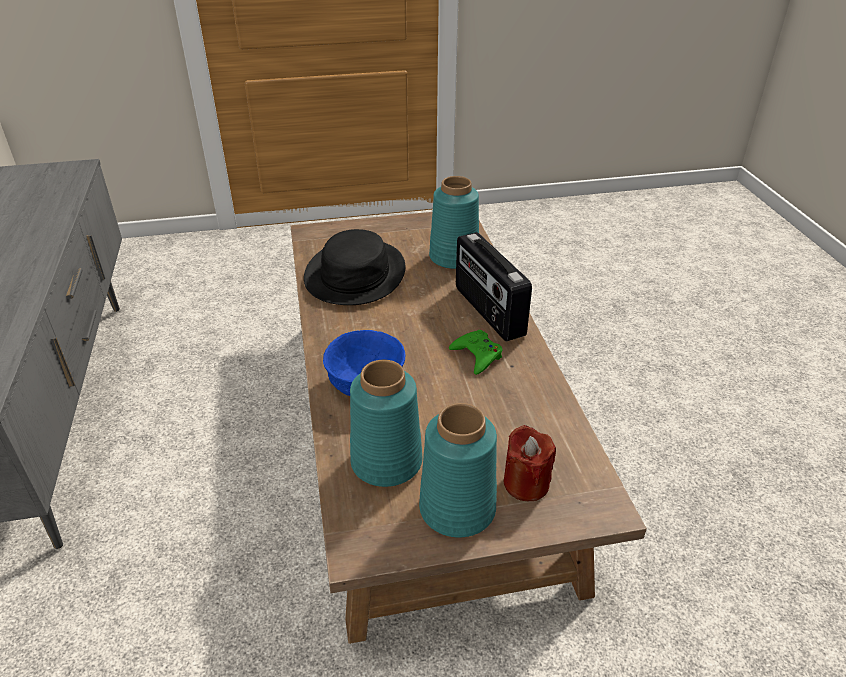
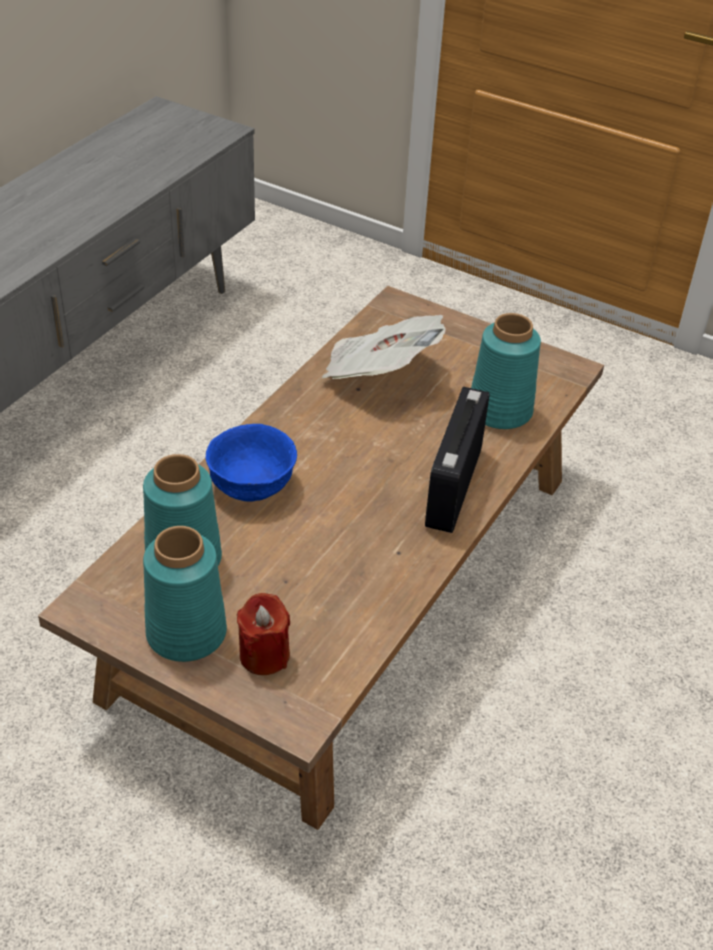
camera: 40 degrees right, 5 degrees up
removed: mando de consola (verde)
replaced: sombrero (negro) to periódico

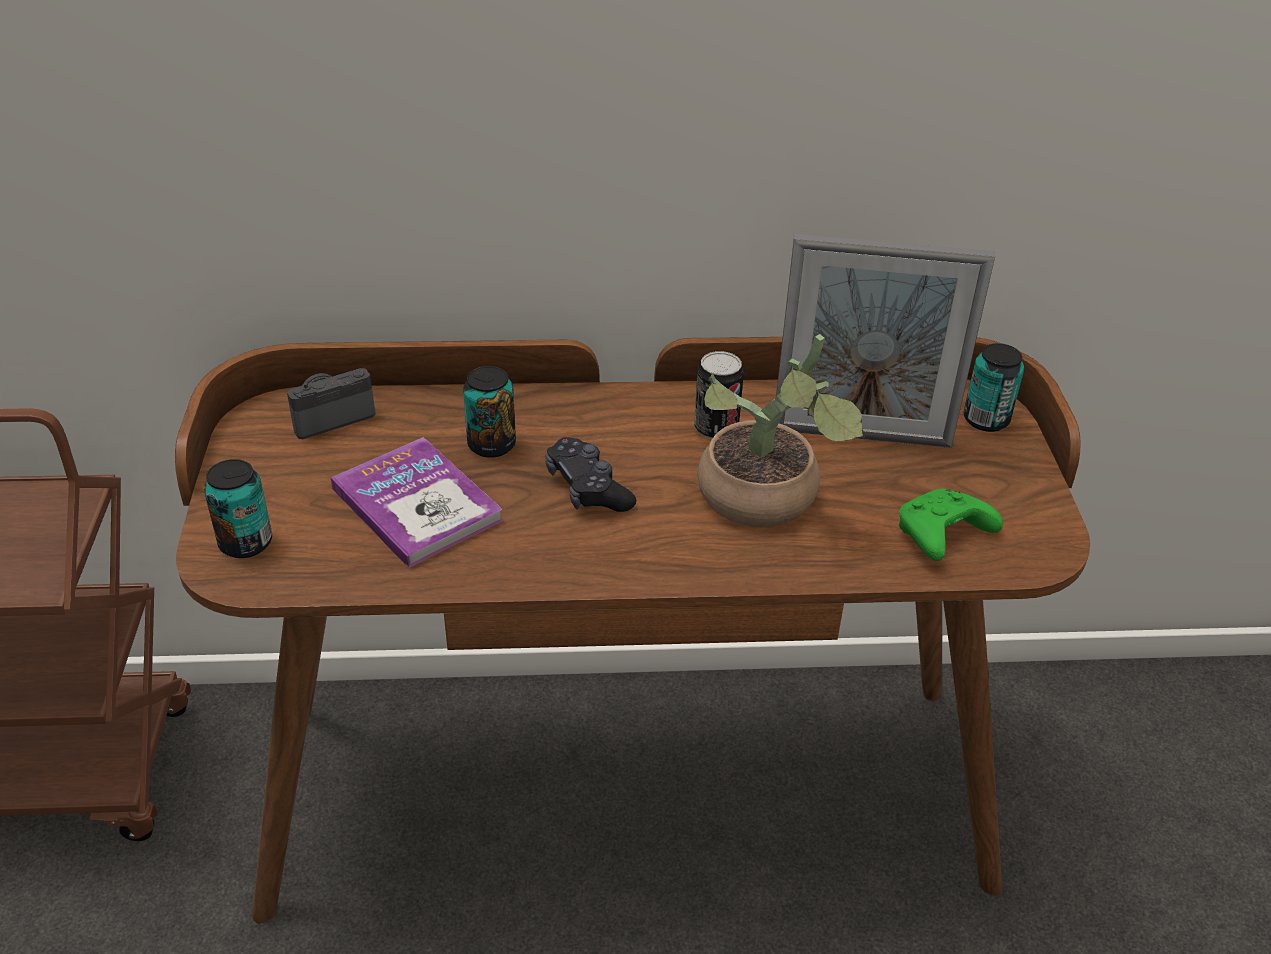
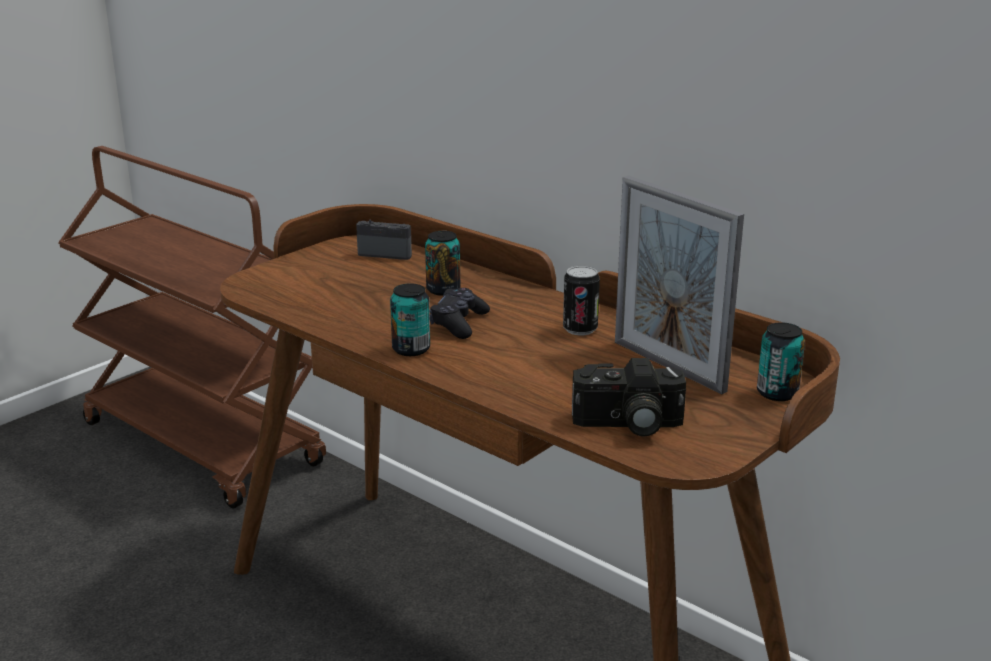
camera: 45 degrees right, 15 degrees down
removed: libro; planta en maceta
moved: lata (1st from left)
replaced: mando de consola (verde) to cámara (2nd from left)

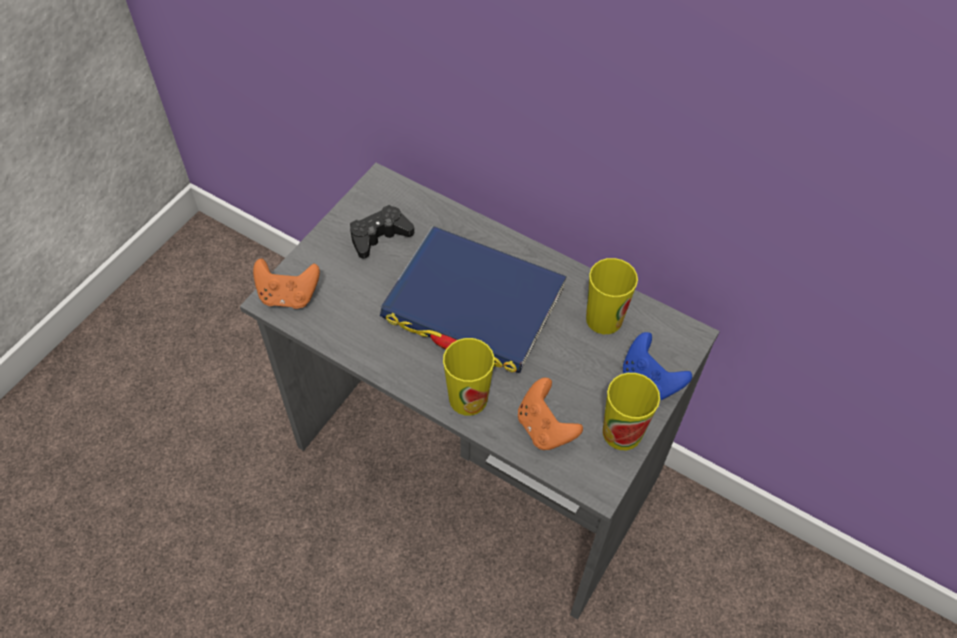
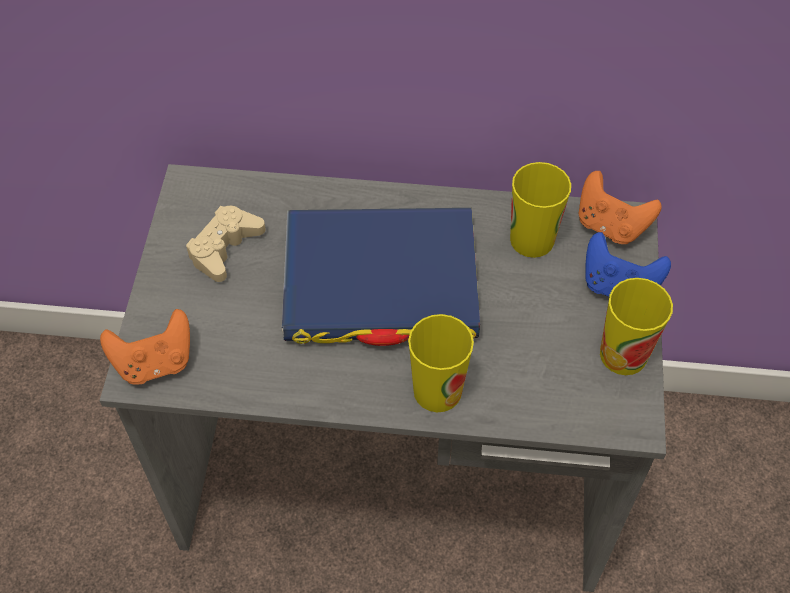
camera: 25 degrees left, 0 degrees up
moved: mando de consola (naranja) (2nd from left)
recoloured: mando de consola (negro) to mando de consola (beis)

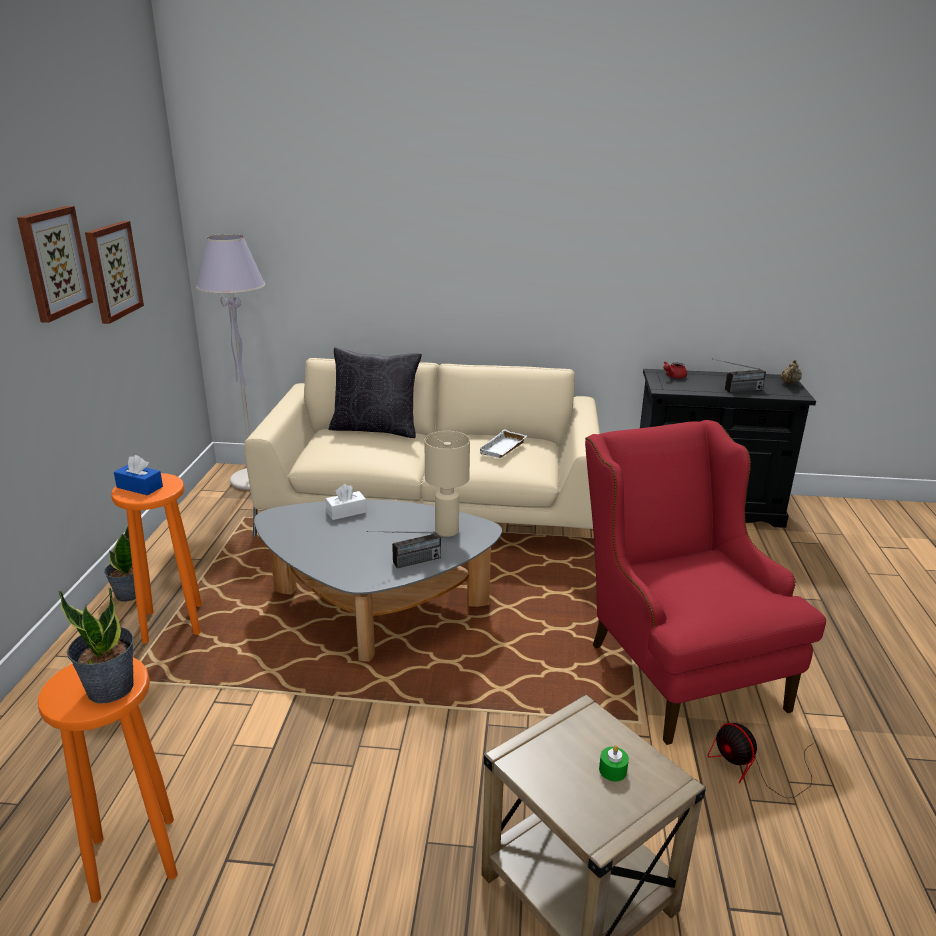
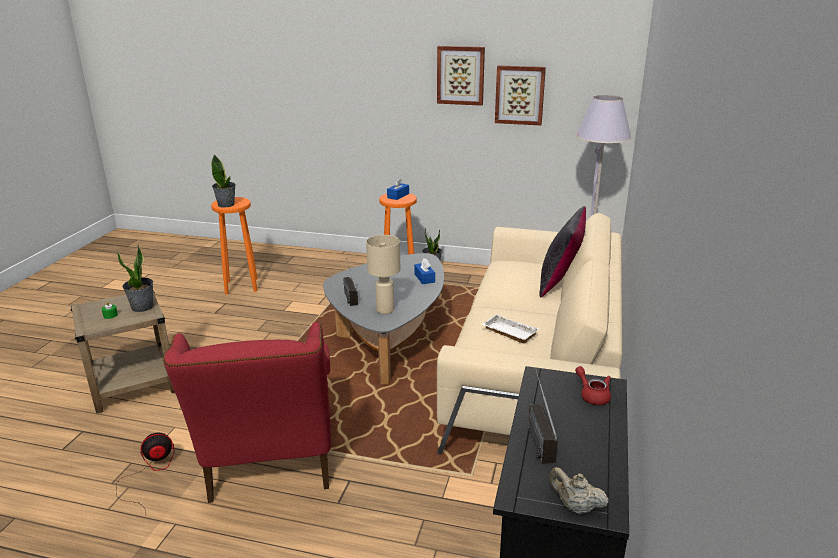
camera: 100 degrees right, 0 degrees up
added: planta en maceta (1st from left)
recoloured: caja de pañuelos (blanco) to caja de pañuelos (azul) (2nd from left)
turned: sillón (rojo) 90 degrees clockwise

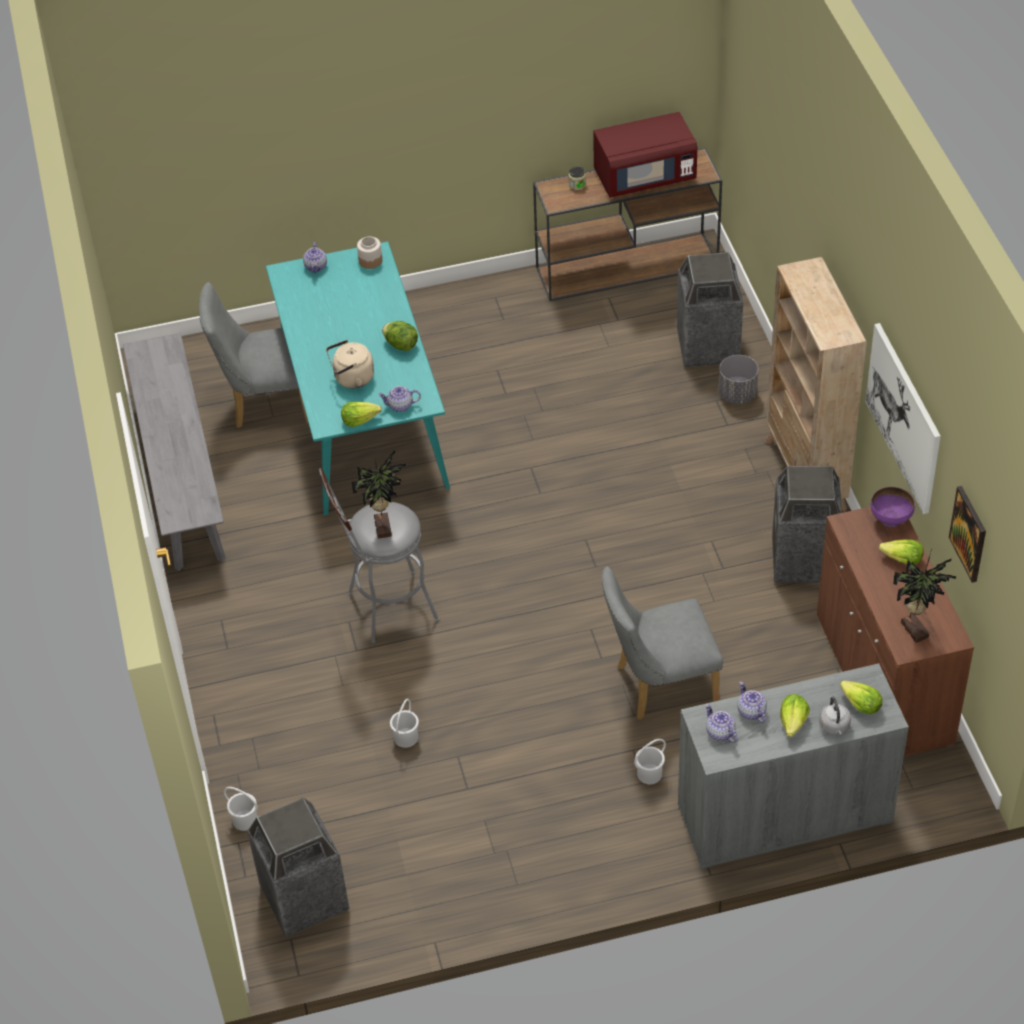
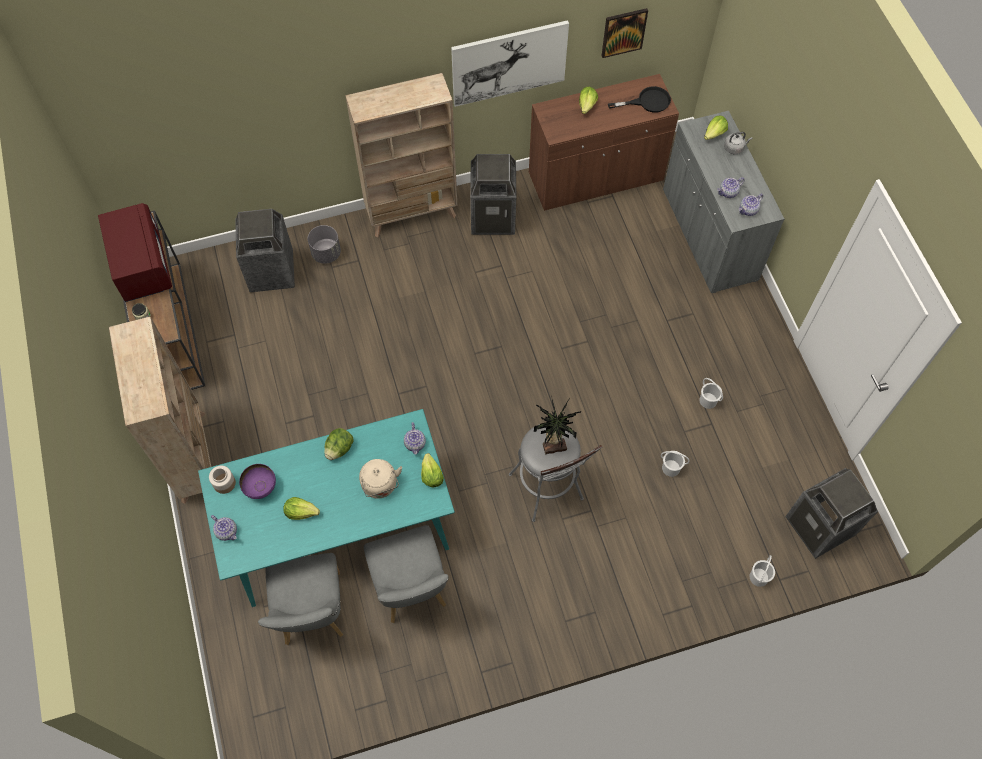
camera: 95 degrees left, 15 degrees up
removed: banco (gris)
added: estantería (beis) (1st from left)
moved: silla (gris) (2nd from left); cubo (blanco) (3rd from left in the first image) to cubo (blanco) (2nd from left); lechuga (3rd from left in the first image) to lechuga (1st from left); cuenco (morado)
replaced: planta en maceta (2nd from left) to sartén (negro)
turned: tetera (1st from left) 45 degrees clockwise

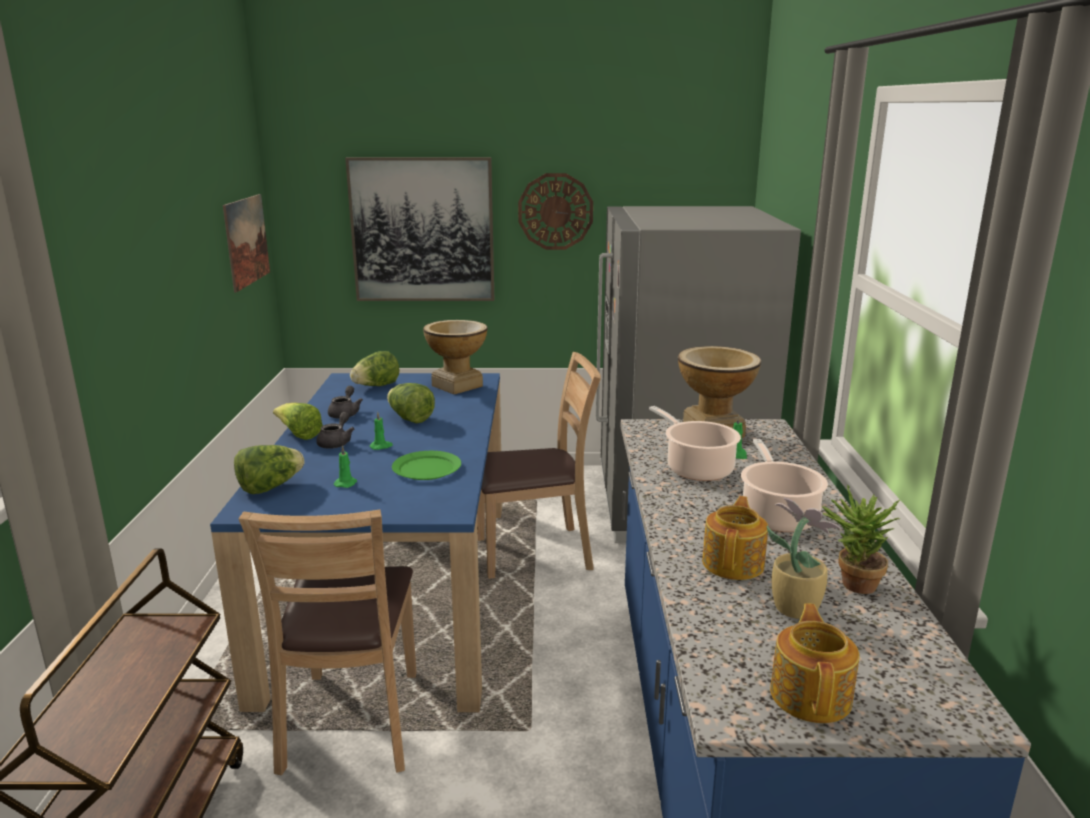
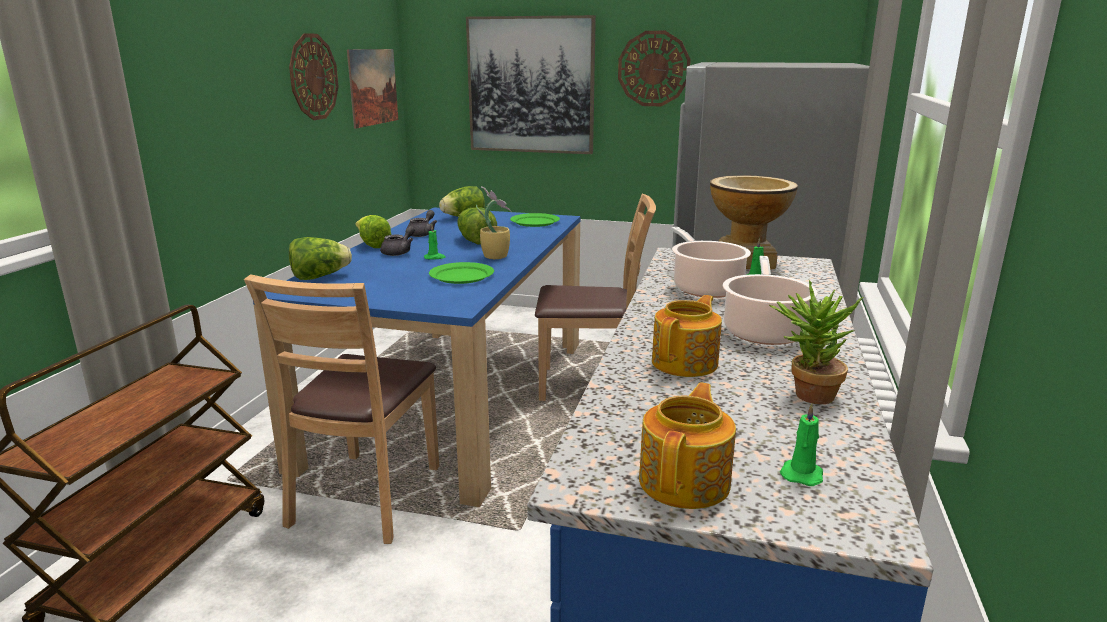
camera: 15 degrees right, 0 degrees up
added: reloj de pared (1st from left)
moved: vela (verde) (1st from left in the first image) to vela (verde) (3rd from left); planta en maceta (1st from left)
replaced: florero (1st from left) to plato (verde) (2nd from left)

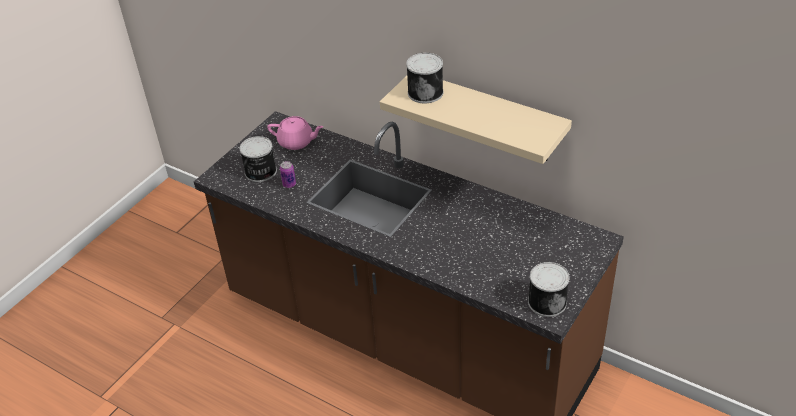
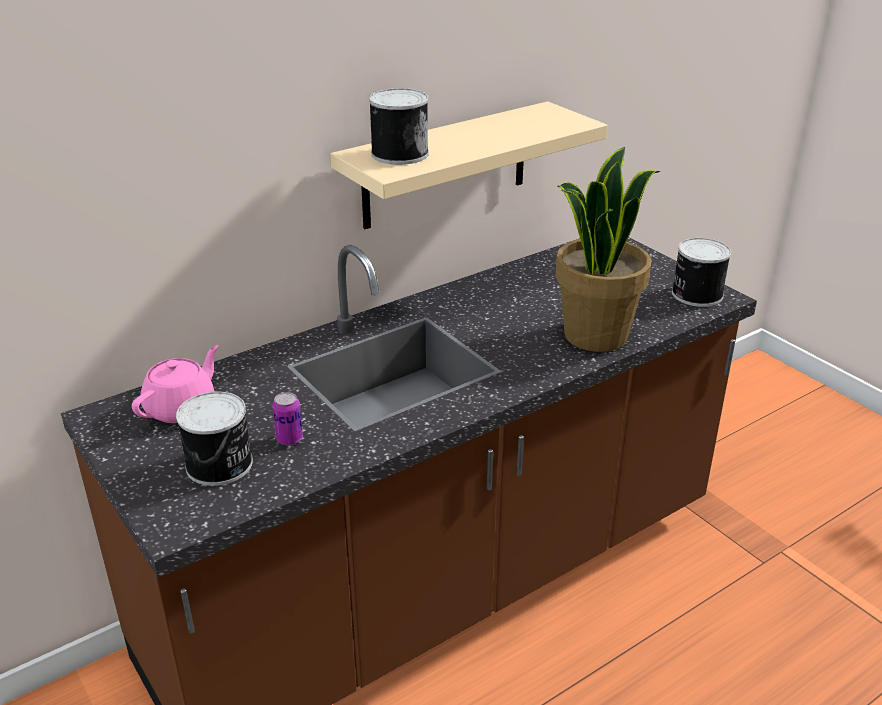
camera: 70 degrees left, 10 degrees down
added: planta en maceta

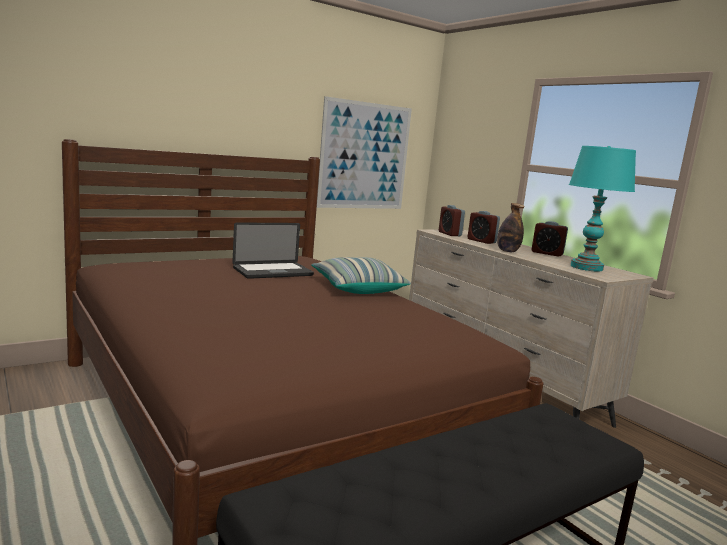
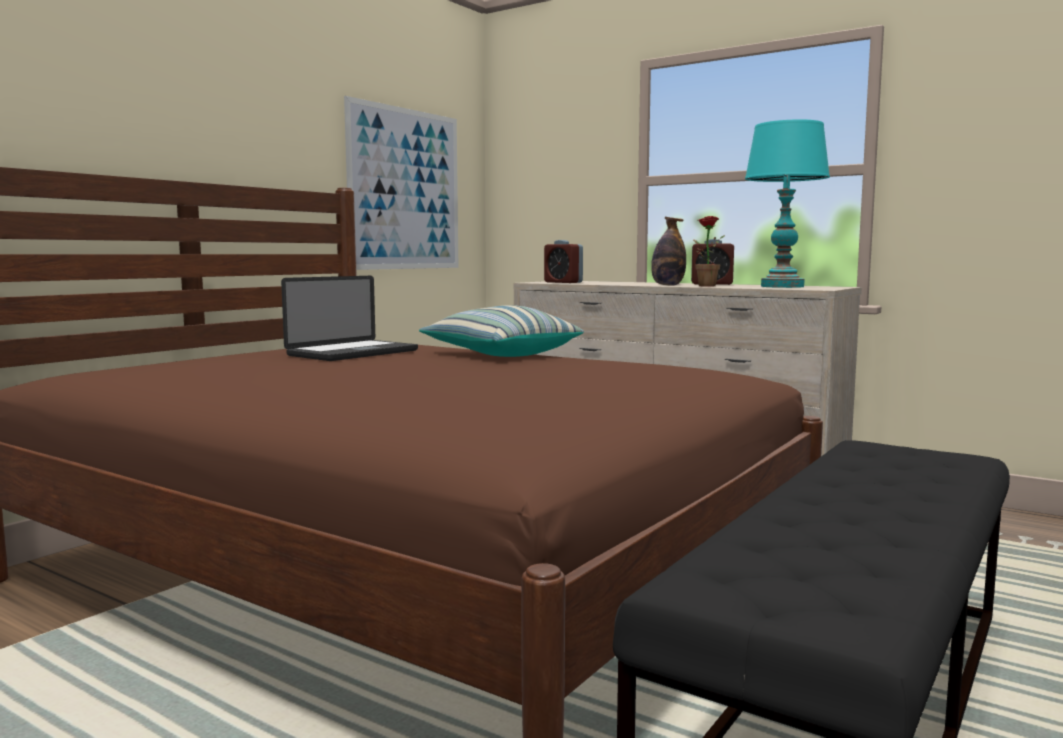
camera: 20 degrees left, 5 degrees down
removed: despertador (2nd from left)
added: planta en maceta

